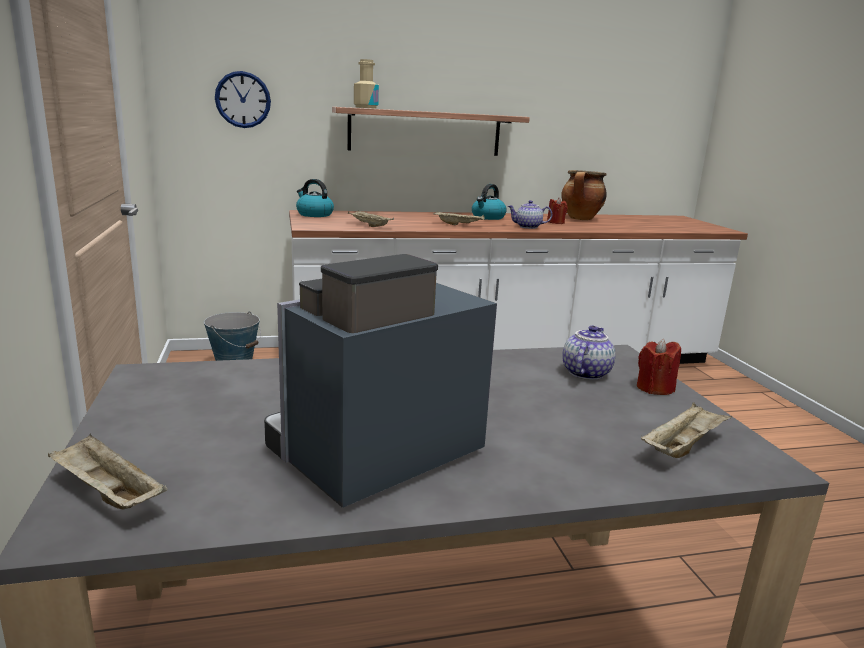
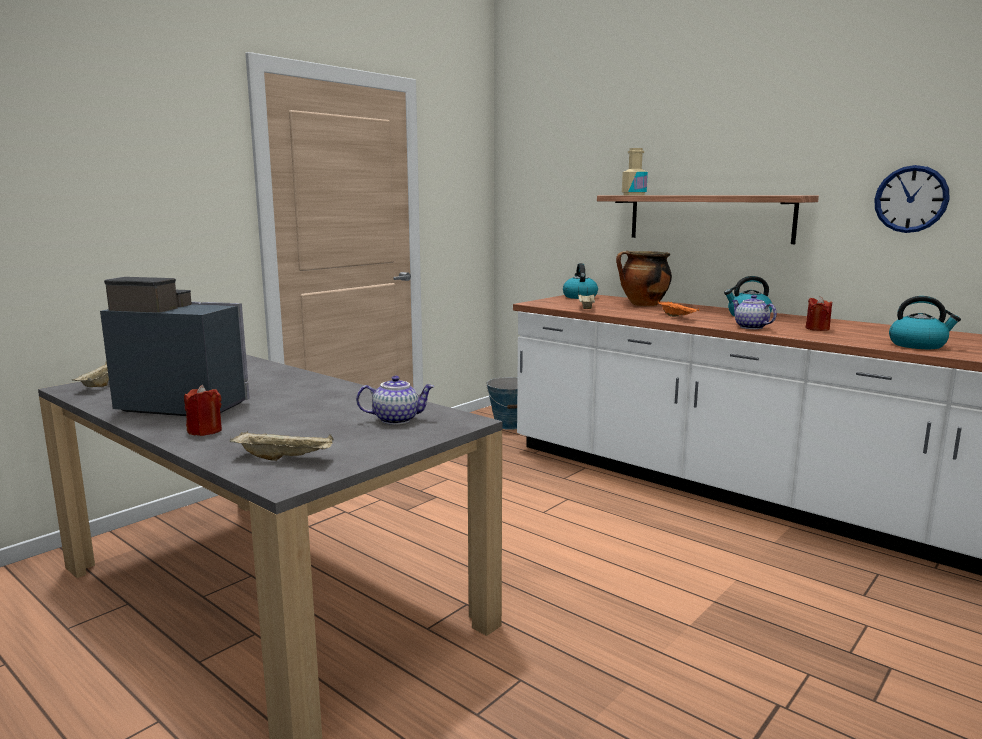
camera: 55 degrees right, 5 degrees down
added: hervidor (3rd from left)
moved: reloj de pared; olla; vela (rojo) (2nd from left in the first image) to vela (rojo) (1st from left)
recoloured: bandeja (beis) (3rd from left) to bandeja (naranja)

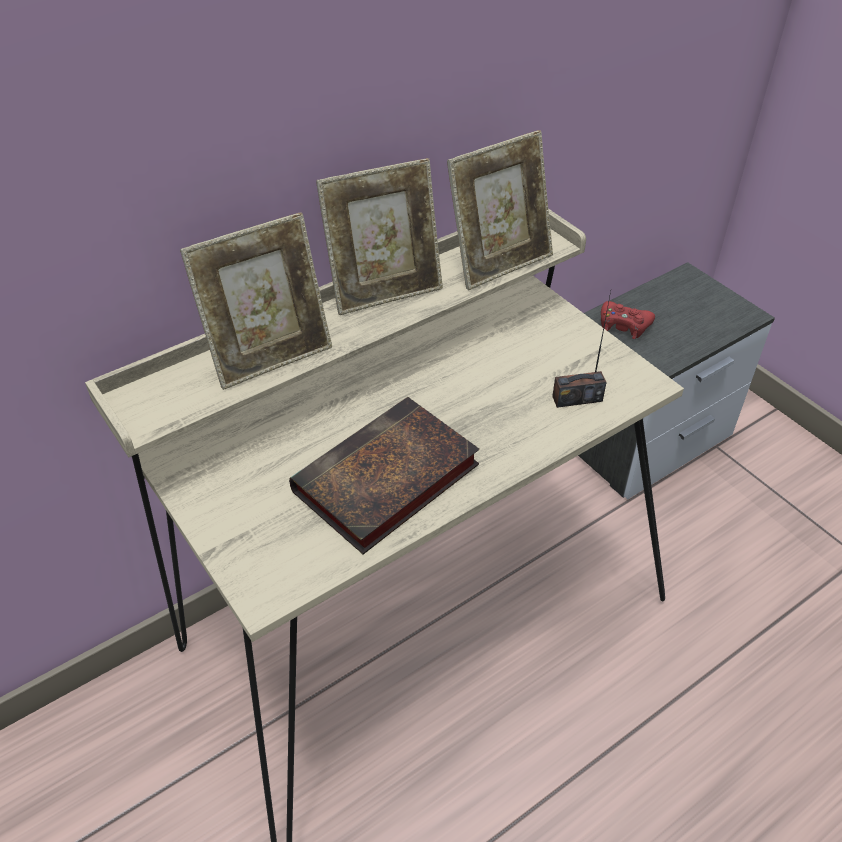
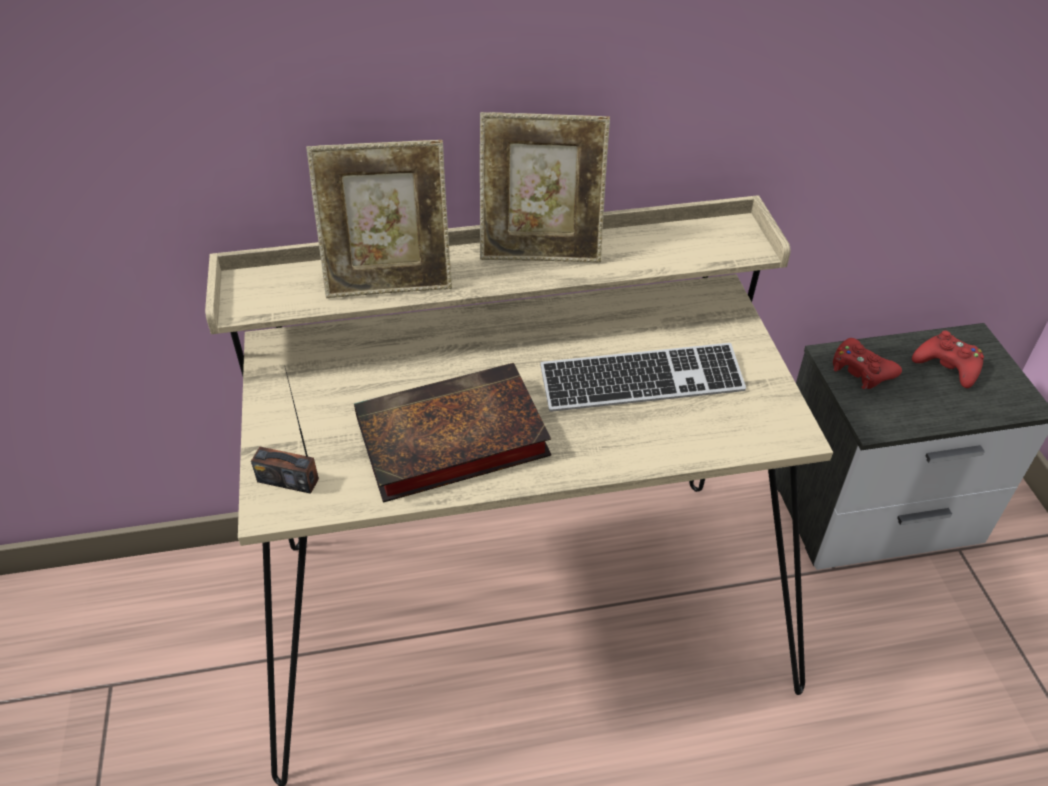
camera: 25 degrees right, 0 degrees up
removed: portarretratos (3rd from left)
added: teclado; mando de consola (rojo) (2nd from left)
moved: radio

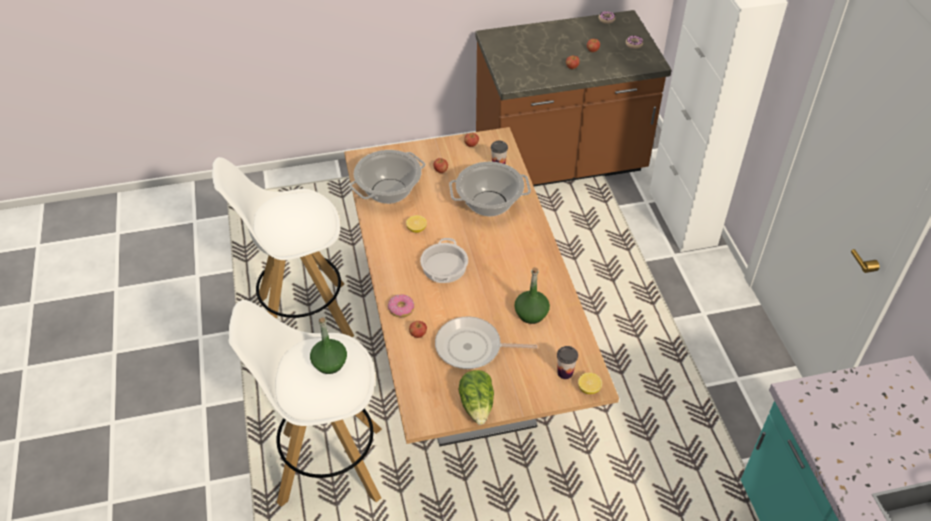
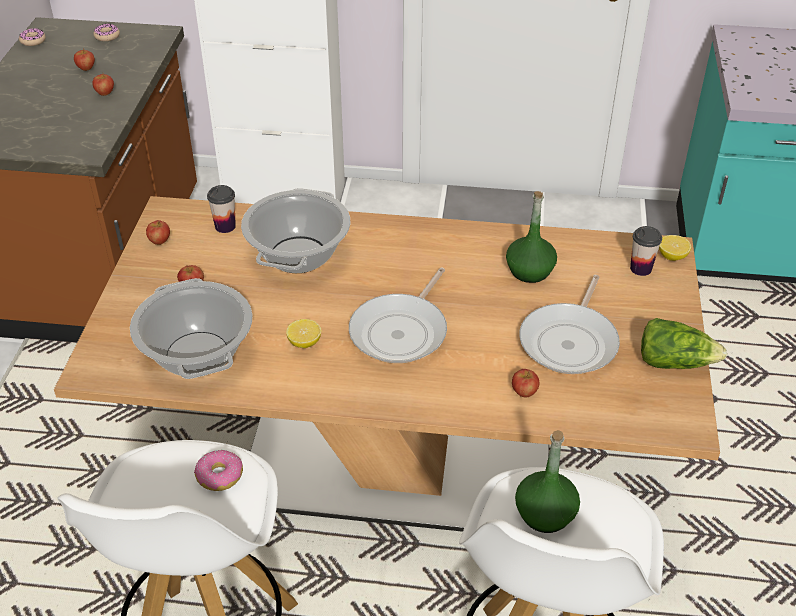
camera: 70 degrees left, 5 degrees down
moved: rosquilla (1st from left in the first image) to rosquilla (3rd from left)
replaced: olla (2nd from left) to sartén (1st from left)

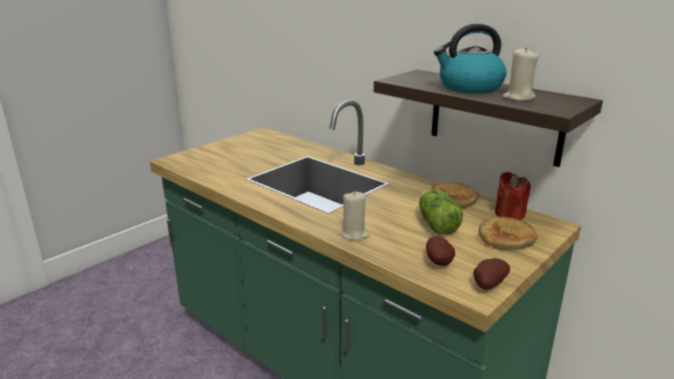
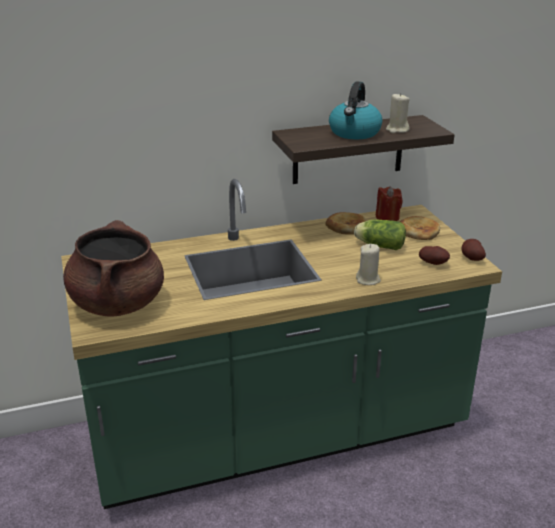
camera: 60 degrees left, 5 degrees up
added: olla (marrón)

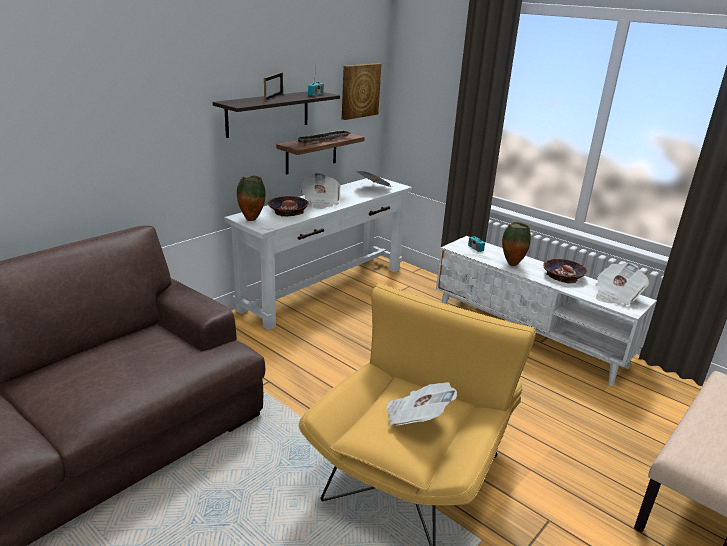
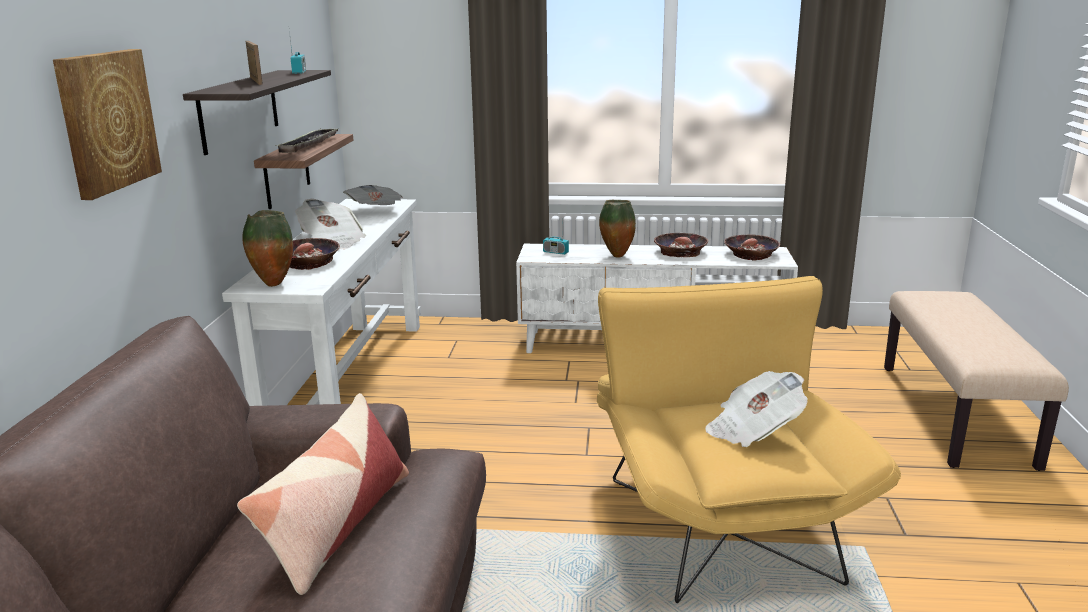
camera: 35 degrees left, 5 degrees down
added: cojín
moved: cuadro
replaced: periódico (4th from left) to cuenco (3rd from left)

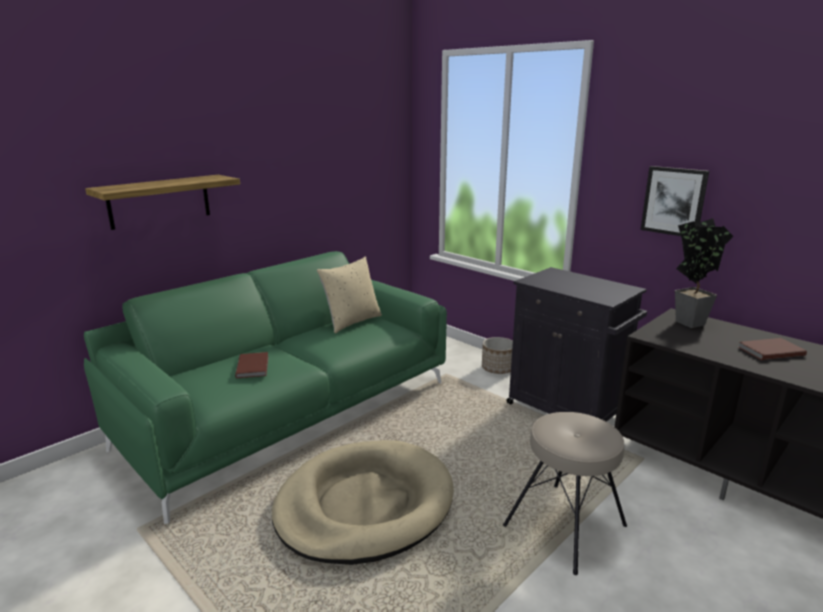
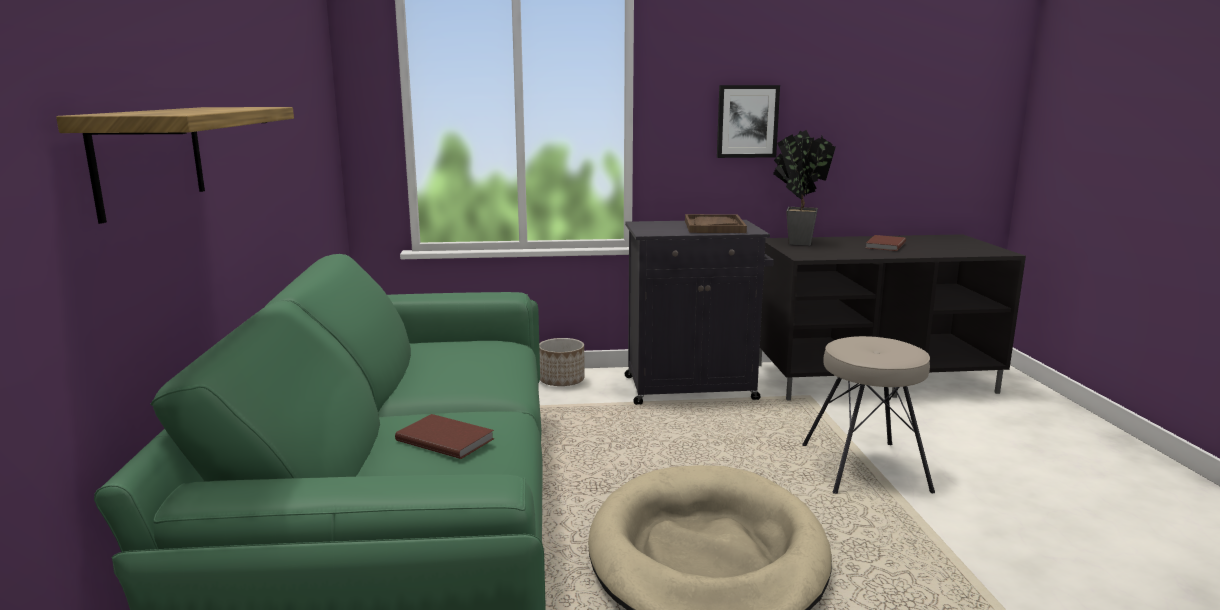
camera: 50 degrees left, 5 degrees down
removed: cojín (beis)
added: bandeja (marrón)

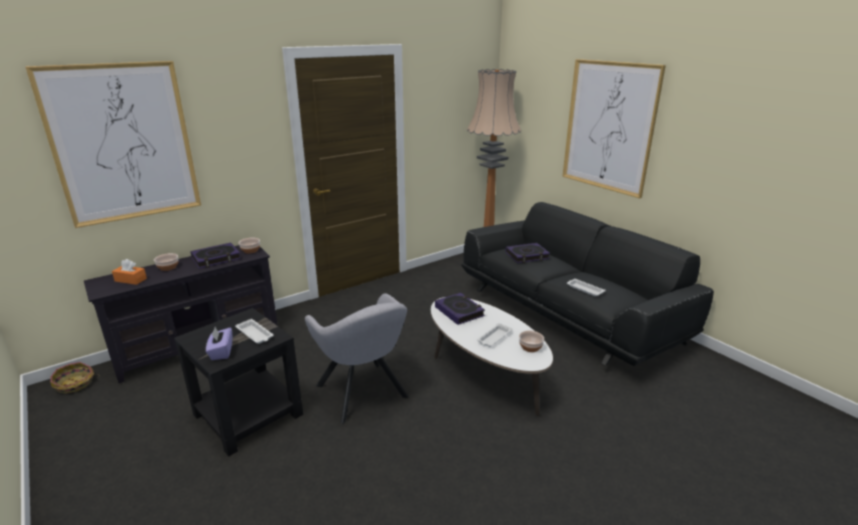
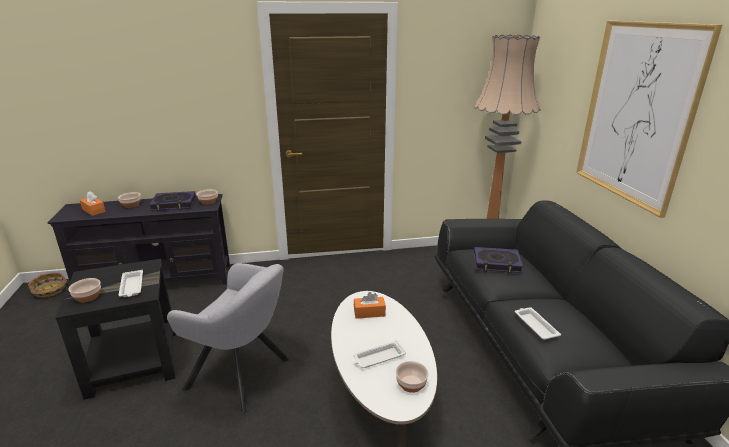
camera: 25 degrees right, 0 degrees up
removed: cuadro (1st from left)
replaced: caja de pañuelos (morado) to cuenco (1st from left); libro (2nd from left) to caja de pañuelos (naranja) (2nd from left)
turned: sillón (gris) 60 degrees counterclockwise

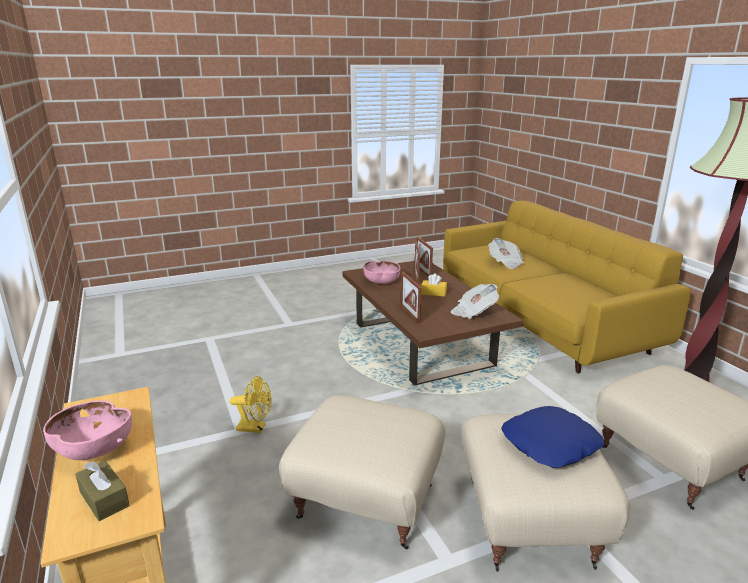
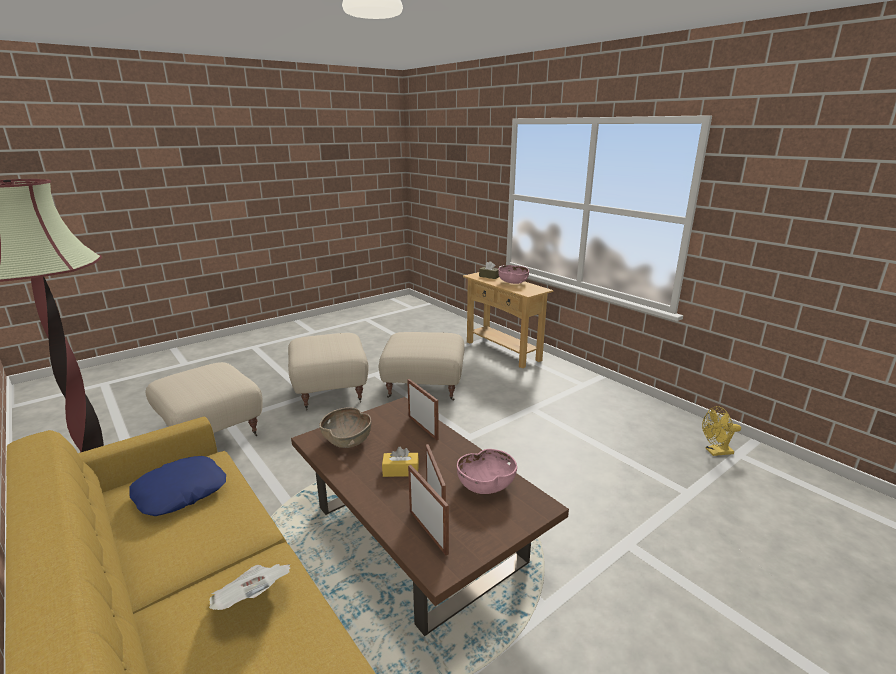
camera: 165 degrees right, 0 degrees up
moved: ventilador (amarillo); cojín (azul)
replaced: periódico (1st from left) to cuenco (marrón)

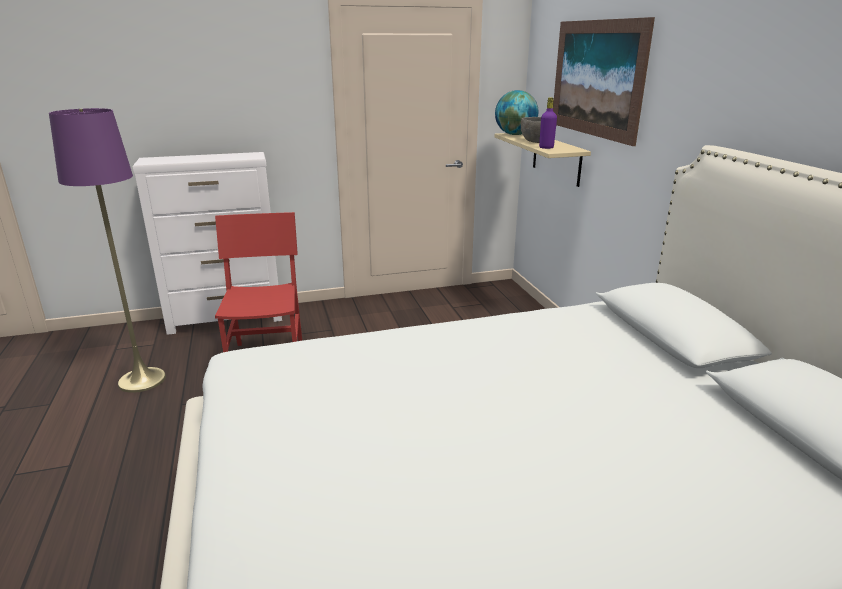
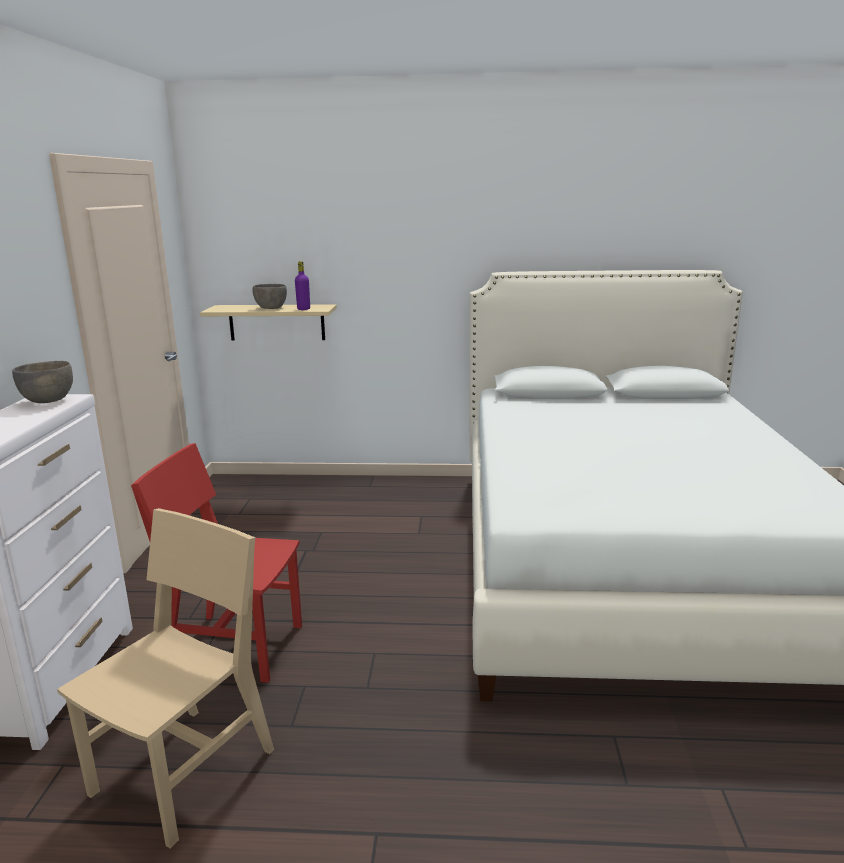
camera: 70 degrees left, 5 degrees down
removed: globo terráqueo; cuadro
added: cuenco (gris) (1st from left)
replaced: lámpara de pie (morado) to silla (beis)

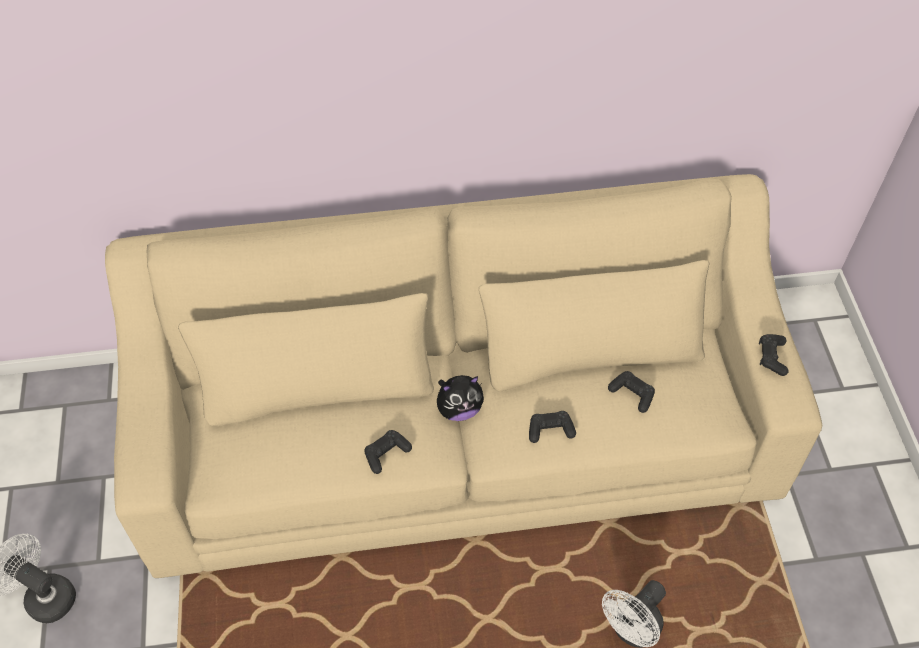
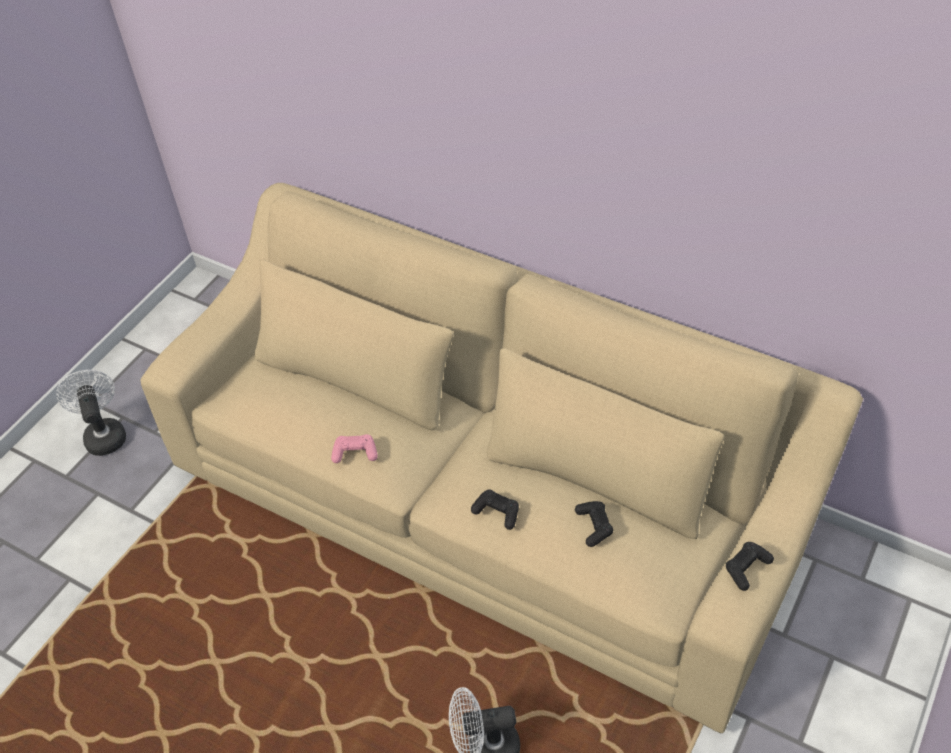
camera: 40 degrees right, 5 degrees down
removed: peluche
recoloured: mando de consola (negro) (1st from left) to mando de consola (rosa)

